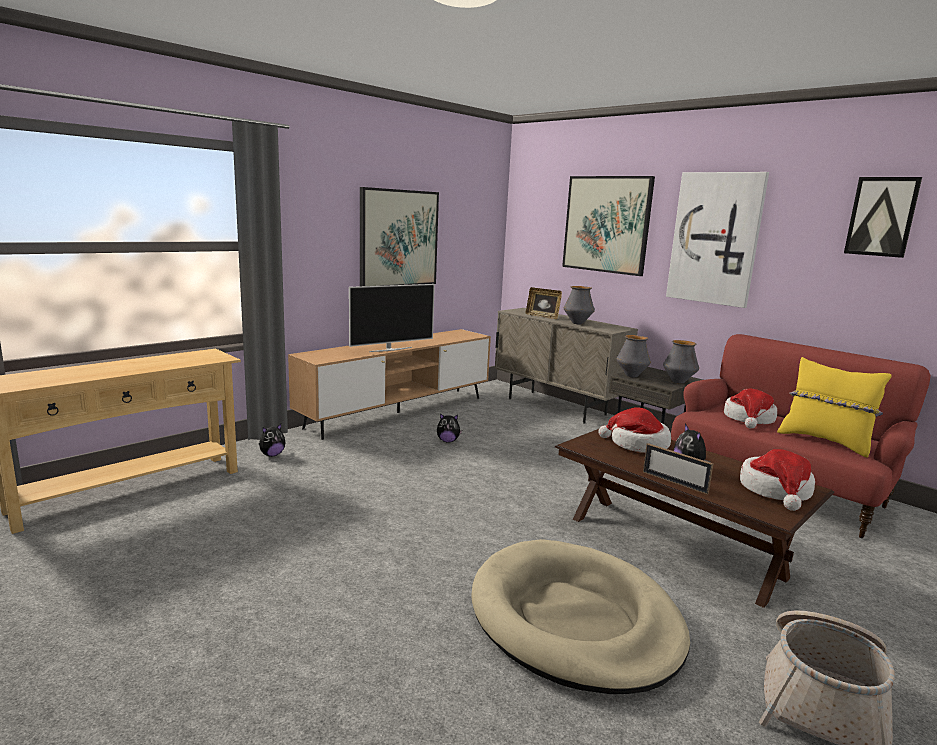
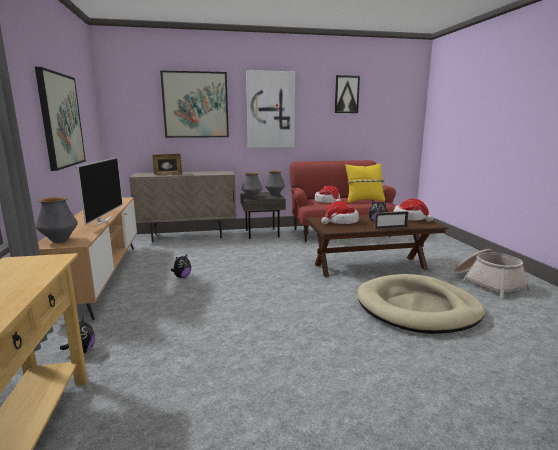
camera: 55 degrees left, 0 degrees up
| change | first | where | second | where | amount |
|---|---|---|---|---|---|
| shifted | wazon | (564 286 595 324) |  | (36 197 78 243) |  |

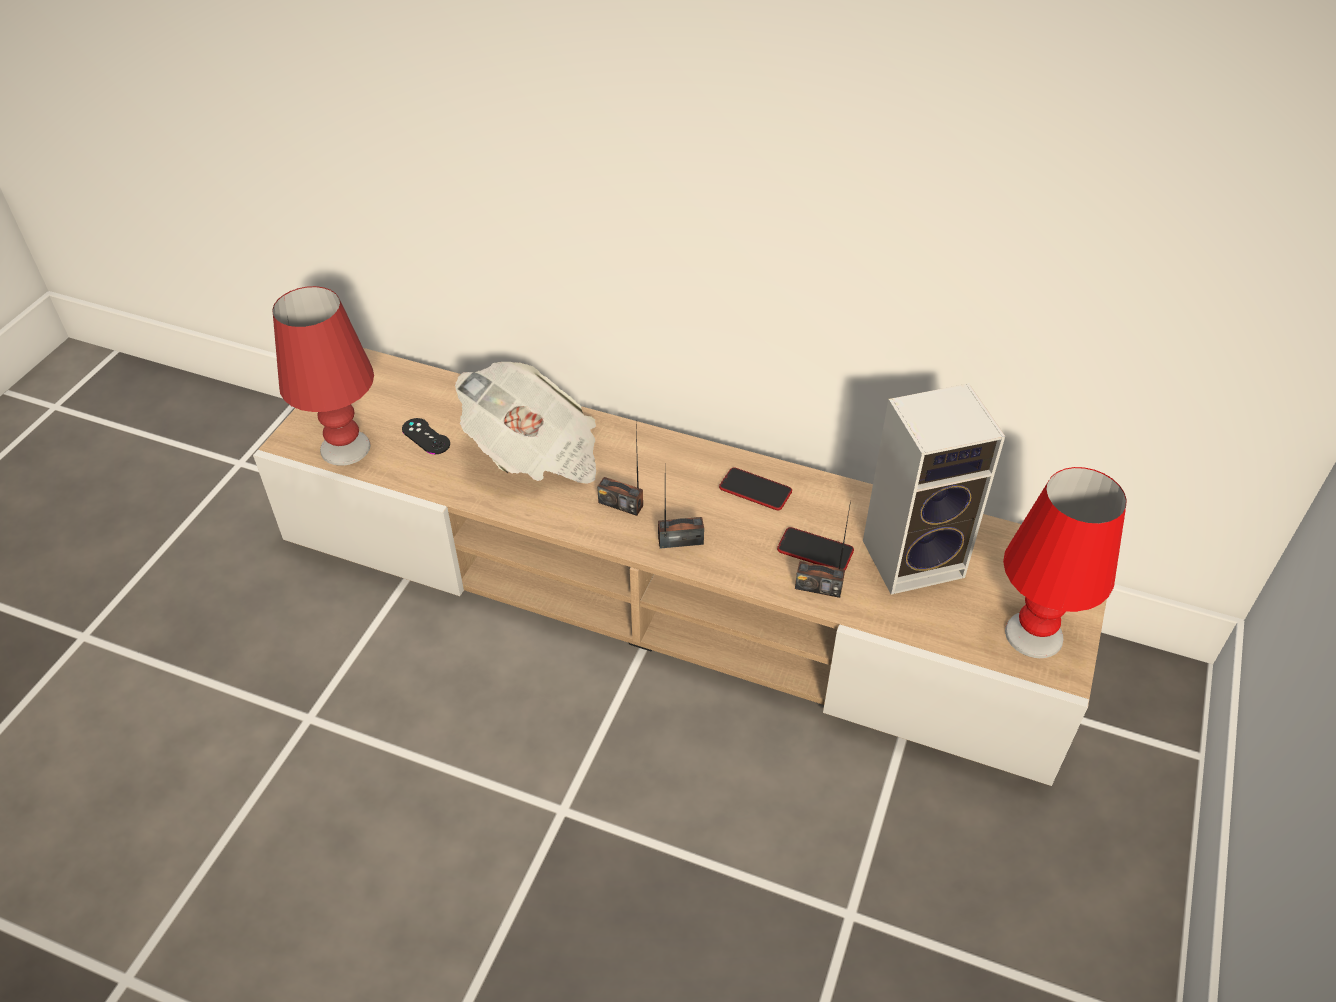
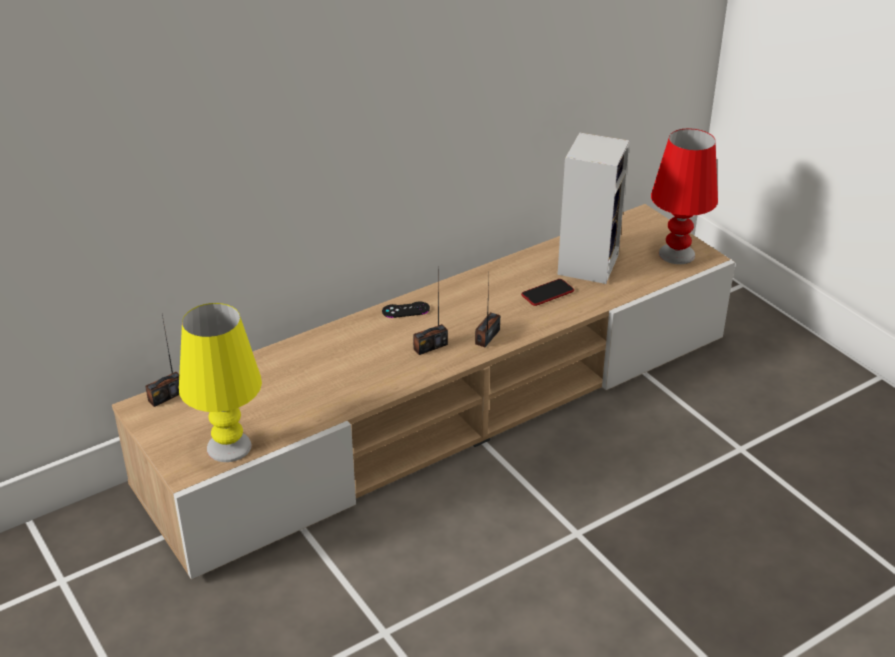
camera: 55 degrees left, 10 degrees down
| change | first | where | second | where | amount |
|---|---|---|---|---|---|
| repainted | lampa stołowa (czerwony) | (272 286 374 466) | lampa stołowa (żółty) | (179 303 262 462) |  |
| gone | gazeta | (455 362 596 484) |  |  |  |
| shifted | pad do gier (czarny) | (402 418 450 454) |  | (382 302 430 318) |  |
| gone | telefon | (719 467 792 510) |  |  |  |
| shifted | radio | (795 501 851 598) |  | (145 315 179 407) |  |

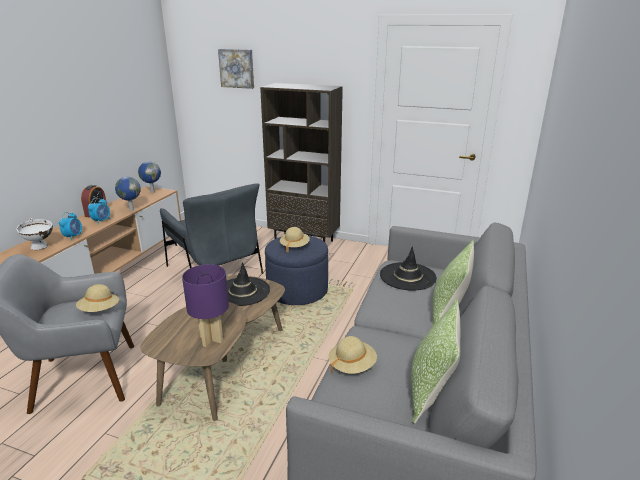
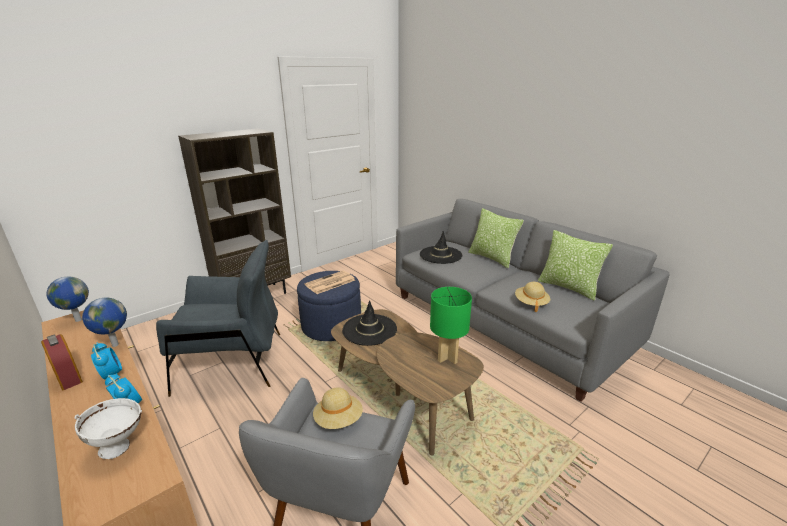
camera: 60 degrees left, 0 degrees up
| change | first | where | second | where | amount |
|---|---|---|---|---|---|
| gone | obraz | (218 49 254 89) |  |  |  |
| swapped | kapelusz (beżowy) | (280 227 310 253) | gazeta | (305 271 355 294) |  |
| repainted | lampa stołowa (fioletowy) | (182 264 229 347) | lampa stołowa (zielony) | (430 287 472 364) |  |

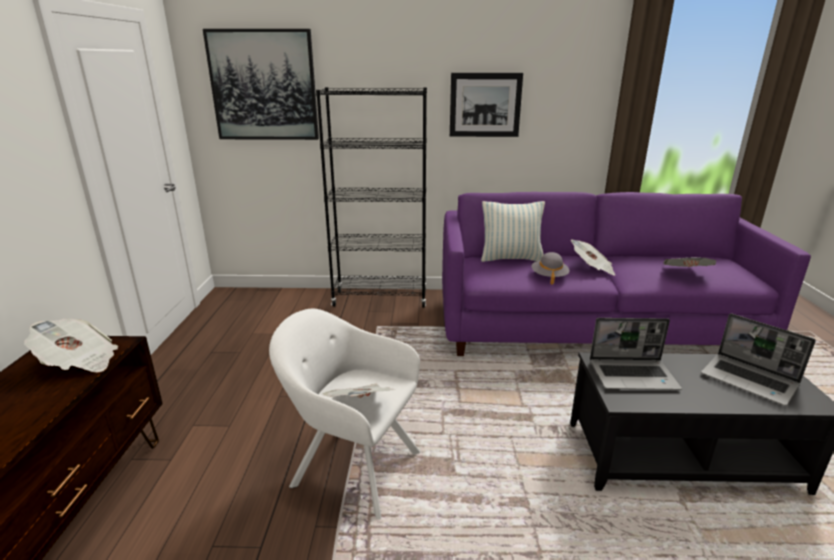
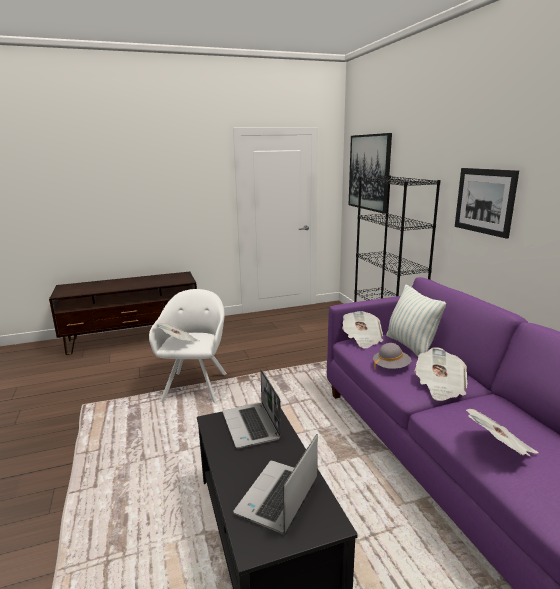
camera: 70 degrees right, 5 degrees down
| change | first | where | second | where | amount |
|---|---|---|---|---|---|
| shifted | gazeta | (24 319 118 372) |  | (342 311 383 349) |  |

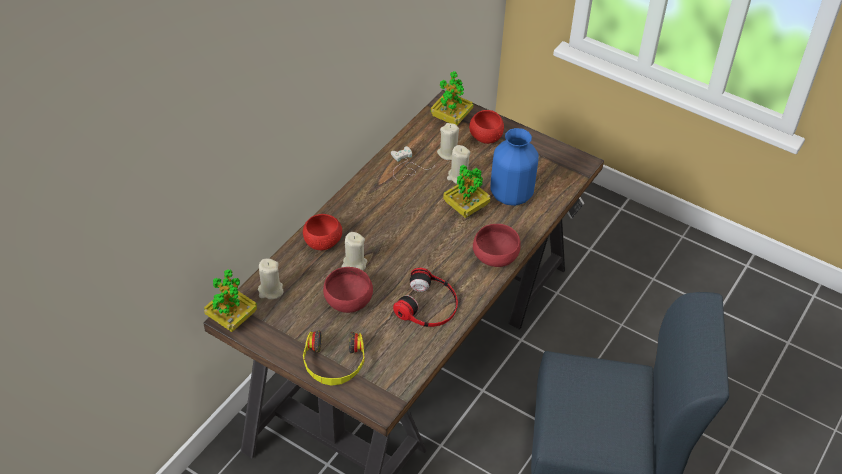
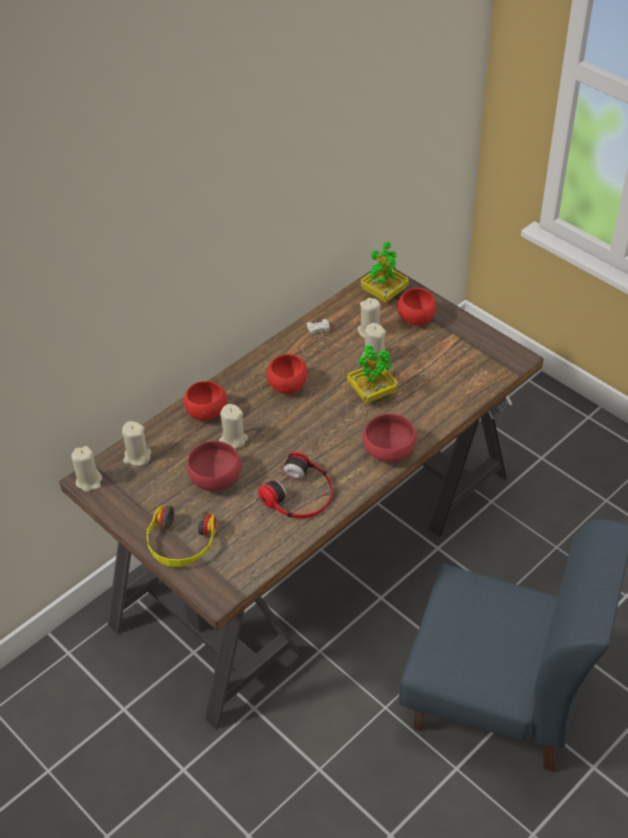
camera: 15 degrees right, 0 degrees up
| change | first | where | second | where | amount |
|---|---|---|---|---|---|
| gone | wazon (niebieski) | (490 128 539 206) |  |  |  |
| swapped | roślina doniczkowa | (204 270 257 332) | świeca (beżowy) | (71 446 102 492) |  |
| new |  |  | miska (czerwony) | (267 354 307 394) |  |

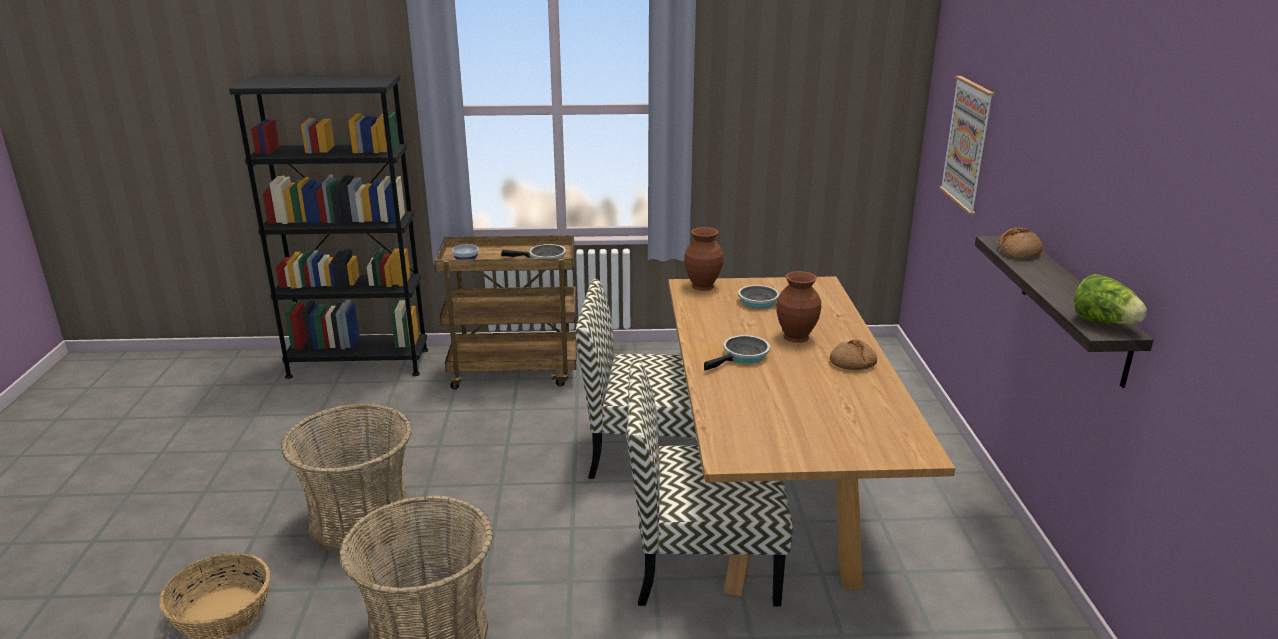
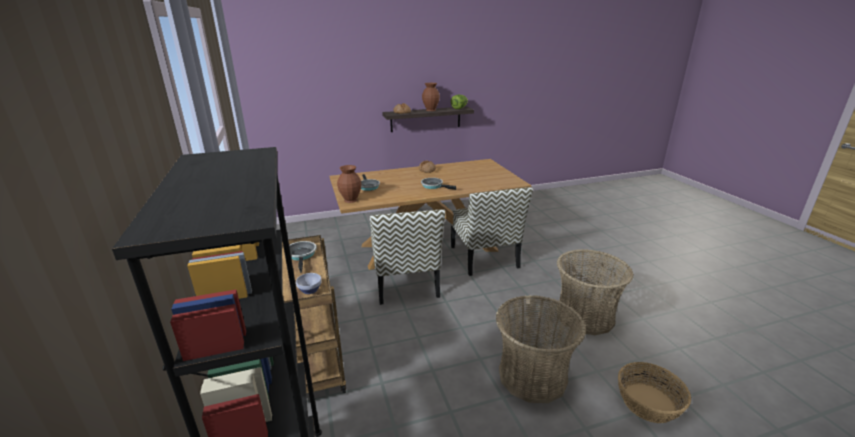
camera: 105 degrees left, 0 degrees up
| change | first | where | second | where | amount |
|---|---|---|---|---|---|
| gone | obraz | (939 76 995 215) |  |  |  |
| shifted | wazon (brązowy) | (776 271 821 343) |  | (422 83 440 111) |  |

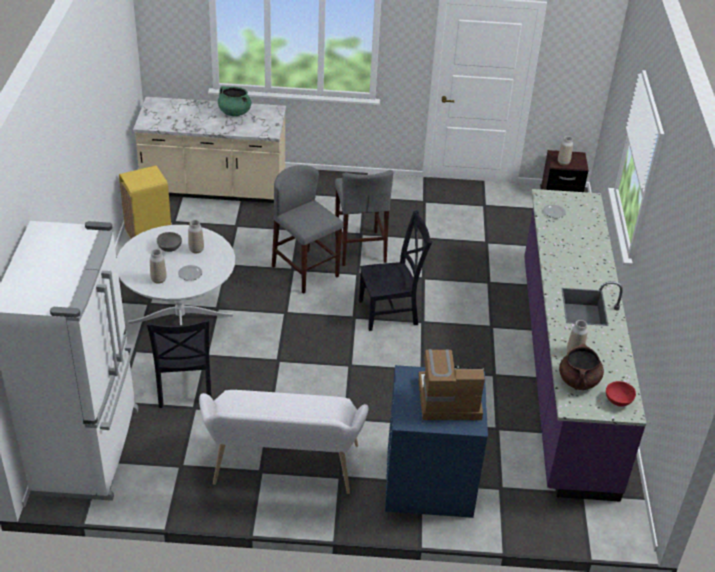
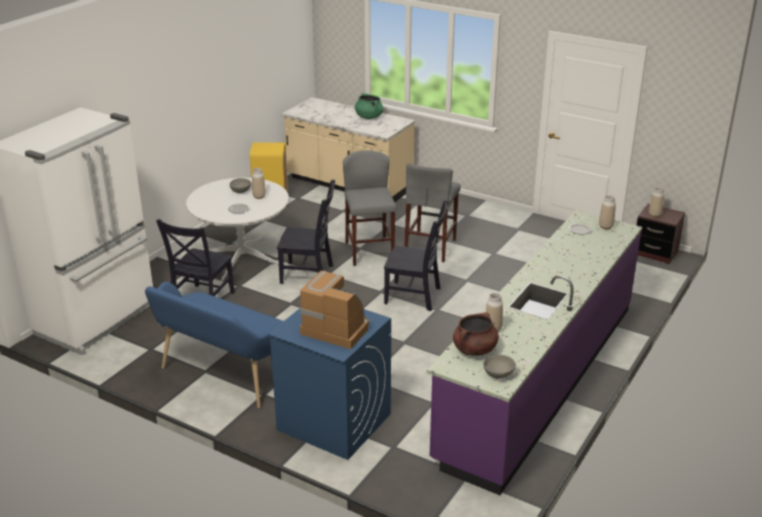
camera: 30 degrees right, 10 degrees down
| change | first | where | second | where | amount |
|---|---|---|---|---|---|
| shifted | wazon | (150 249 167 284) |  | (599 195 616 229) |  |
| repainted | miska (czerwony) | (606 381 636 407) | miska (szary) | (483 355 516 379) |  |
| repainted | ławka (biały) | (199 390 369 494) | ławka (niebieski) | (145 281 283 408) |  |
| new |  |  | krzesło (czarny) | (277 180 335 284) |  |

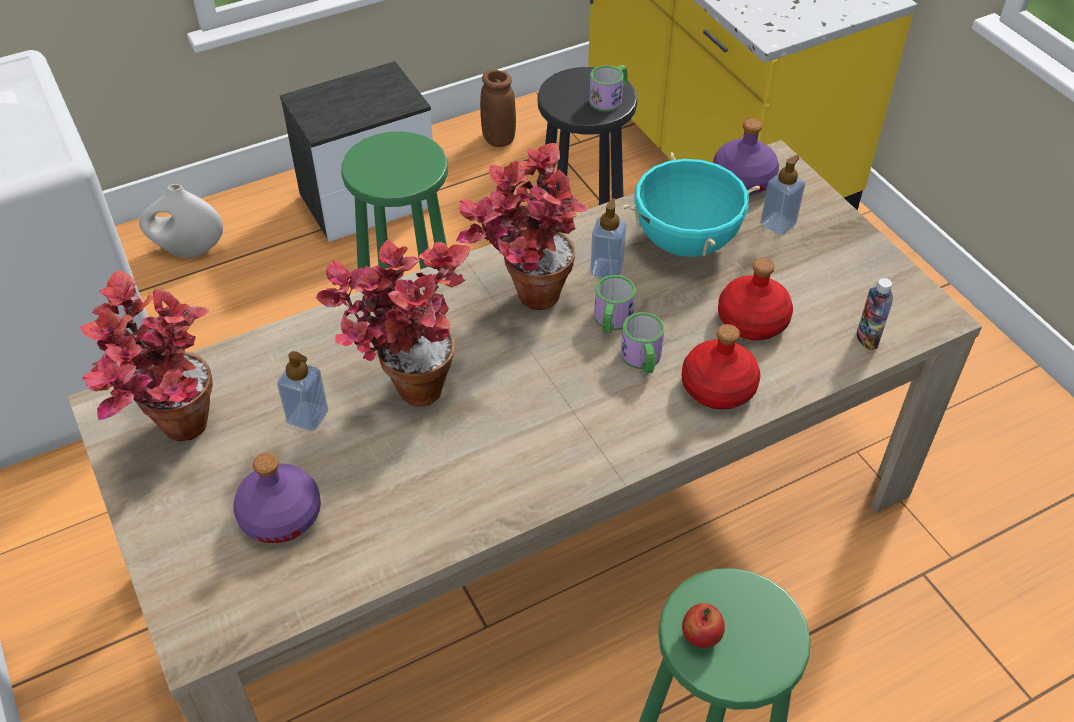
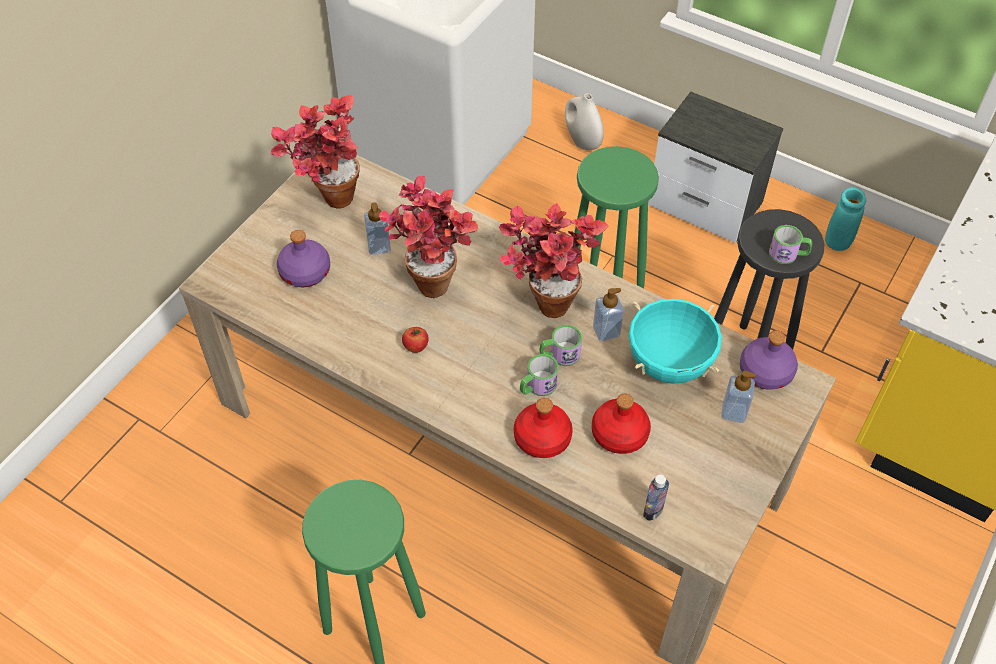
camera: 60 degrees right, 5 degrees up
| change | first | where | second | where | amount |
|---|---|---|---|---|---|
| repainted | wazon (brązowy) | (480 70 516 147) | wazon (turkusowy) | (825 187 866 251) |  |
| shifted | jabłko | (682 603 725 648) |  | (402 327 429 353) |  |

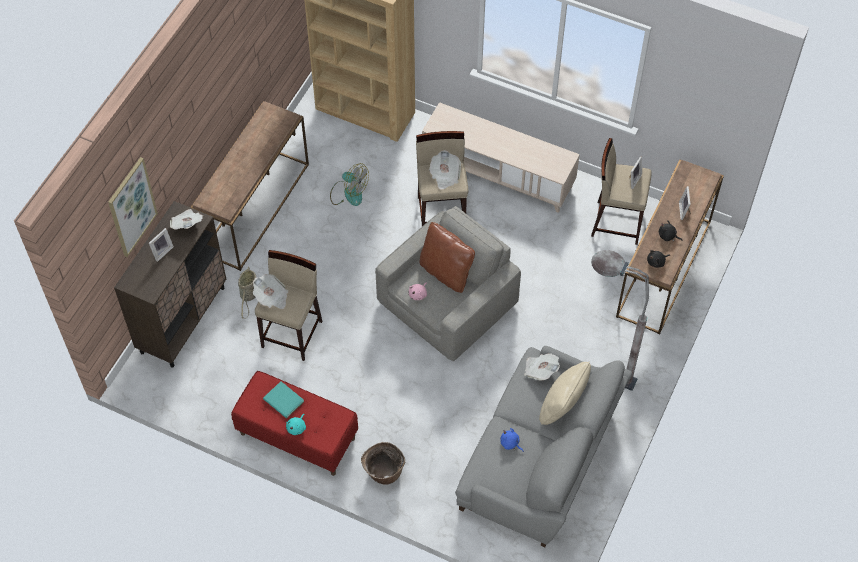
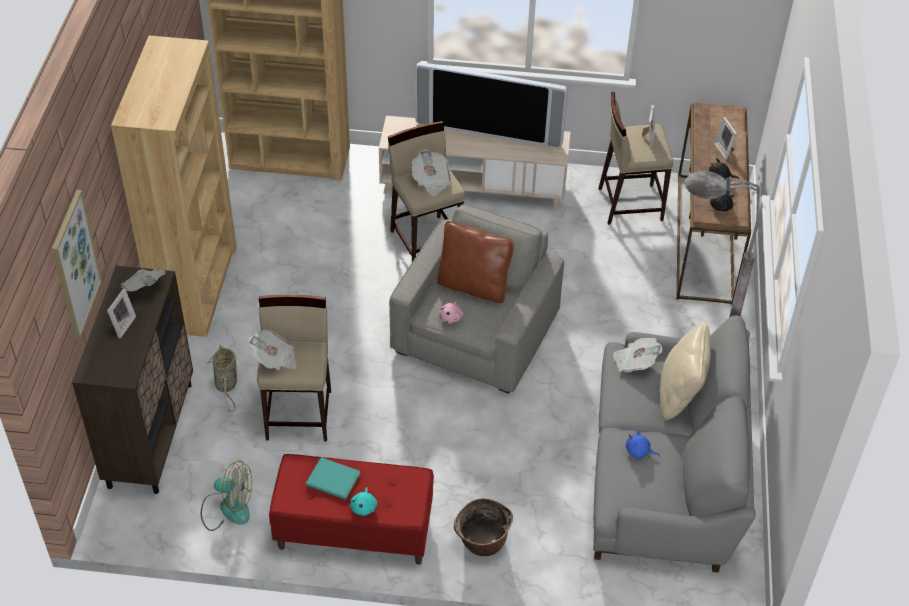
camera: 20 degrees left, 10 degrees down
| change | first | where | second | where | amount |
|---|---|---|---|---|---|
| swapped | stolik konsolowy (brązowy) | (190 101 309 271) | regał (brązowy) | (111 35 237 337) |  |
| shifted | wentylator | (330 163 369 206) |  | (201 461 252 531) |  |
| new |  |  | telewizor | (415 62 568 148) |  |

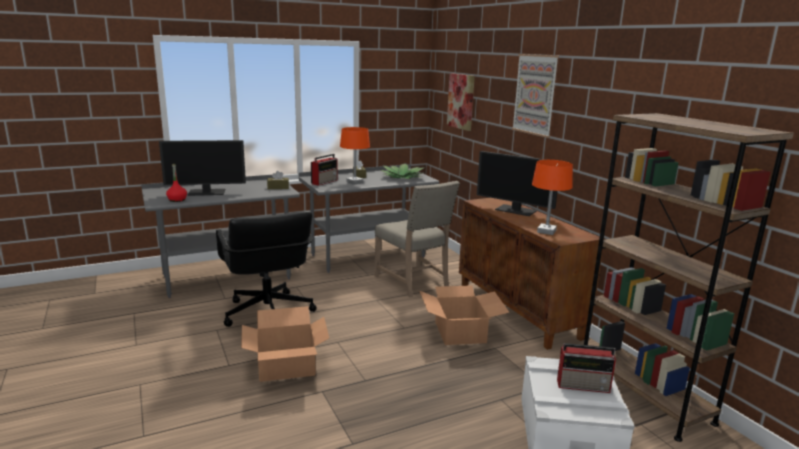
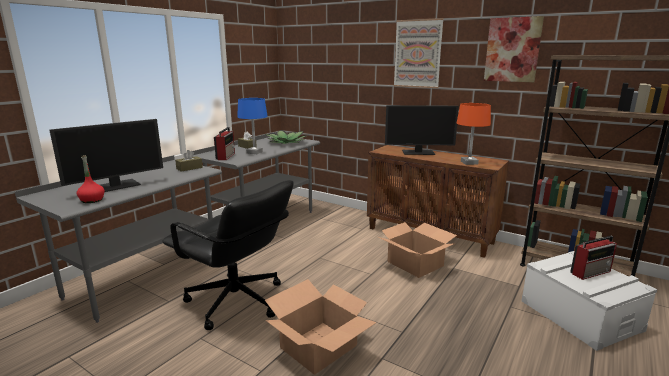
camera: 30 degrees left, 0 degrees up
| change | first | where | second | where | amount |
|---|---|---|---|---|---|
| shifted | obraz | (447 73 475 131) |  | (484 16 544 82) |  |
| repainted | lampa stołowa (pomarańczowy) | (340 127 370 185) | lampa stołowa (niebieski) | (237 98 268 154) |  |
| gone | krzesło (beżowy) | (374 181 460 297) |  |  |  |

